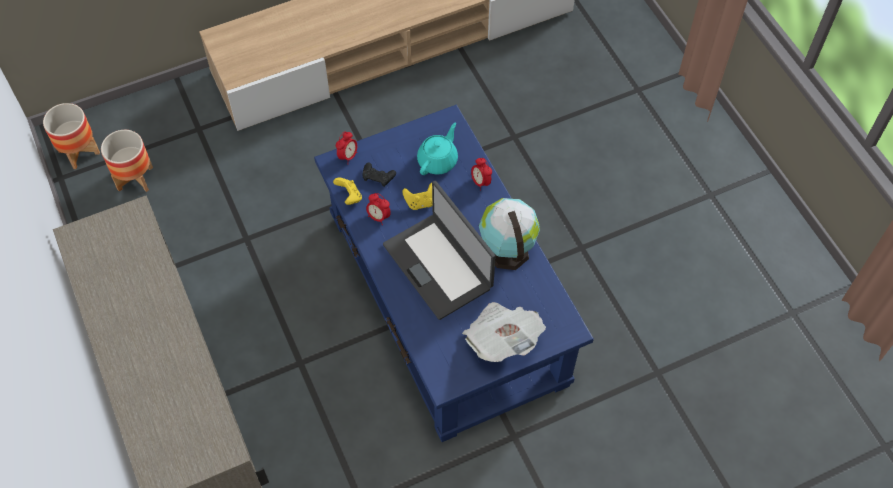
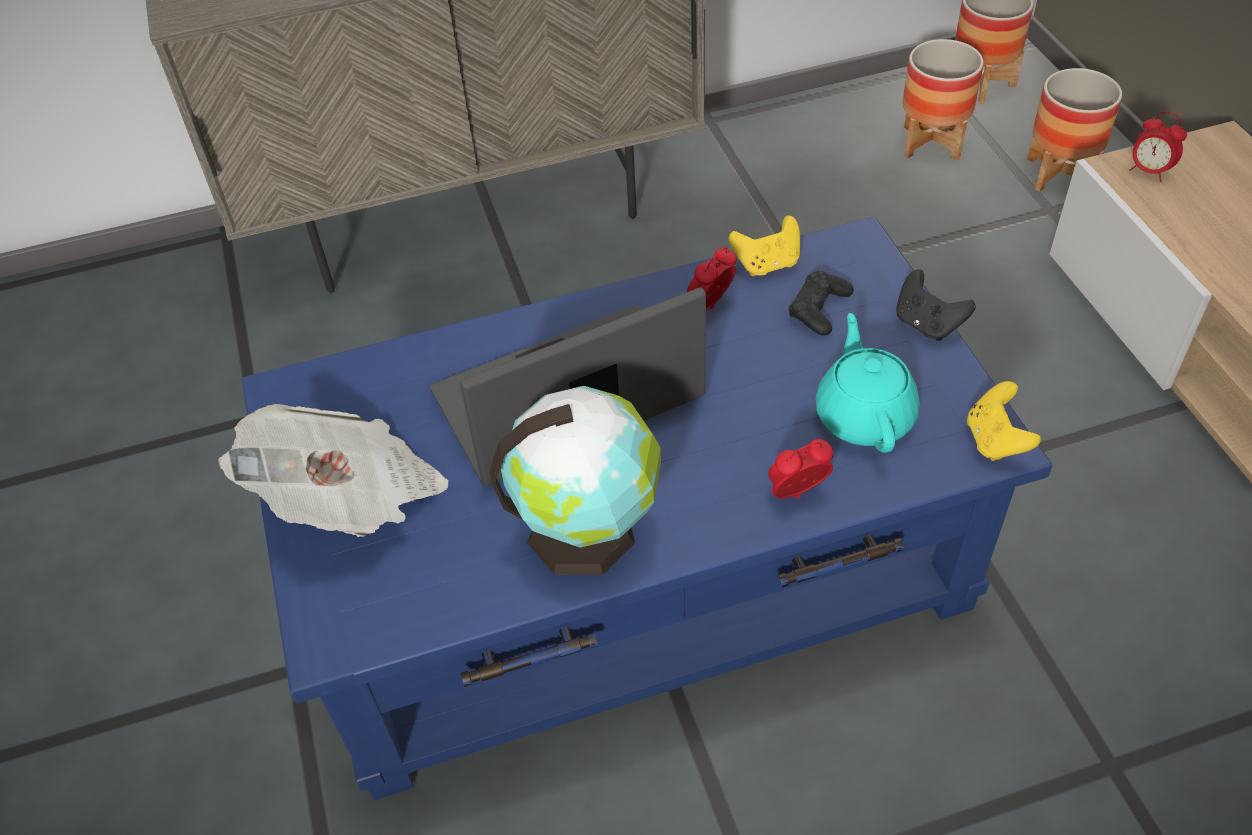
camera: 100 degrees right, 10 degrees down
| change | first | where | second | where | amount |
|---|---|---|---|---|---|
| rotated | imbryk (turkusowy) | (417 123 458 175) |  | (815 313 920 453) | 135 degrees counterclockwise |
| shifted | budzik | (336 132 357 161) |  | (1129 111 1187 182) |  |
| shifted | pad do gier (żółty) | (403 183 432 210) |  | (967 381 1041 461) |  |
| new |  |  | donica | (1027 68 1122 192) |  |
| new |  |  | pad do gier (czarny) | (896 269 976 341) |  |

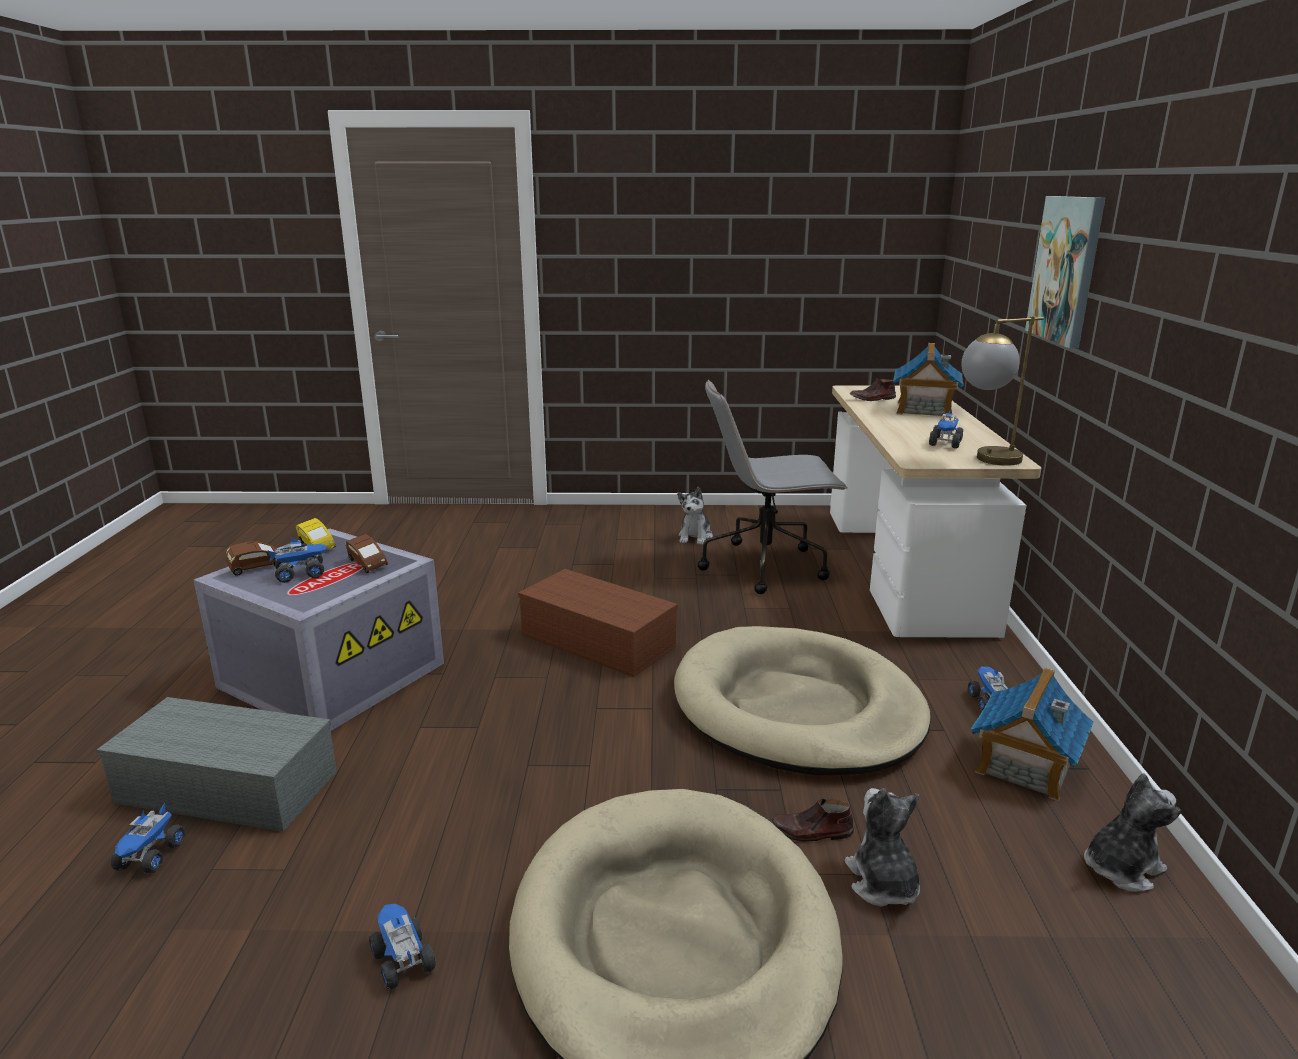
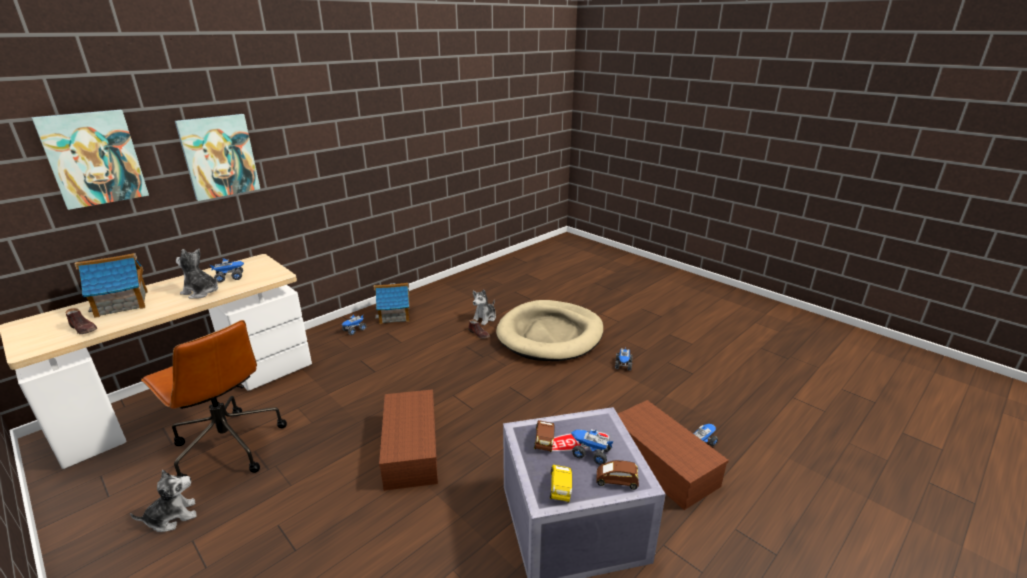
camera: 135 degrees left, 5 degrees up
| change | first | where | second | where | amount |
|---|---|---|---|---|---|
| gone | lampa stołowa | (961 316 1044 466) |  |  |  |
| repainted | krzesło biurowe (szary) | (698 380 848 594) | krzesło biurowe (brązowy) | (141 320 287 477) |  |
| gone | legowisko (beżowy) | (674 626 931 775) |  |  |  |
| repainted | pojemnik do przechowywania (szary) | (97 697 337 832) | pojemnik do przechowywania (brązowy) | (618 400 729 510) |  |
| shifted | pluszak | (1084 773 1181 892) |  | (176 249 218 299) |  |
| new |  |  | obraz | (32 110 149 210) |  |

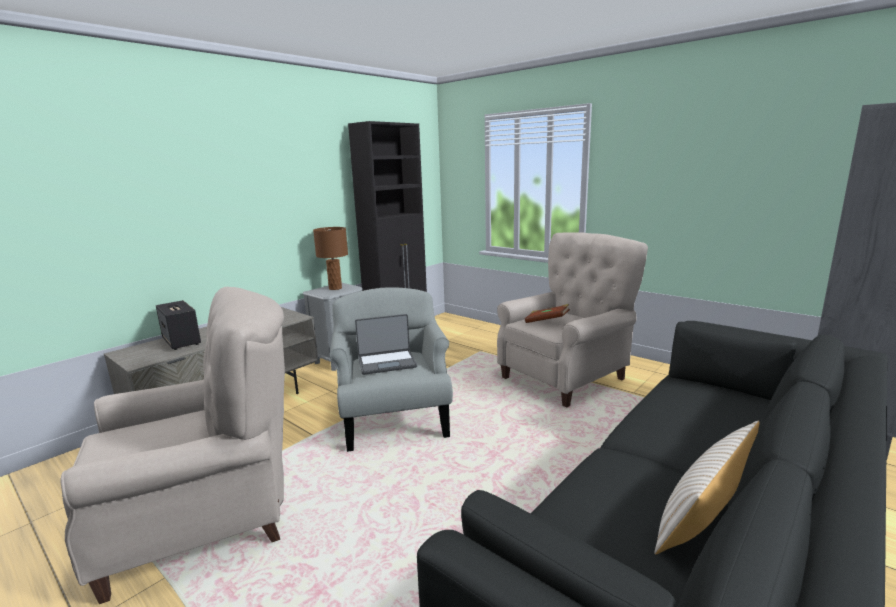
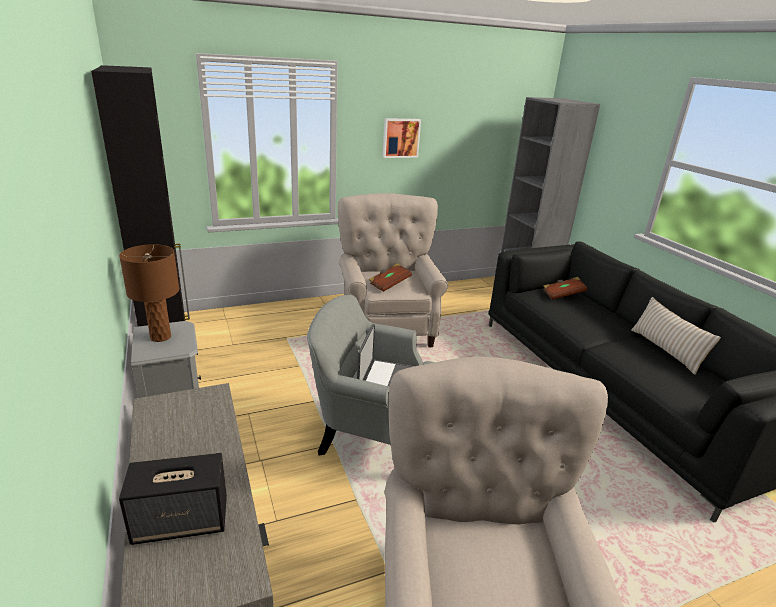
camera: 65 degrees left, 10 degrees up
| change | first | where | second | where | amount |
|---|---|---|---|---|---|
| new |  |  | obraz | (383 118 421 158) |  |
| new |  |  | książka (brązowy) | (543 277 588 300) |  |

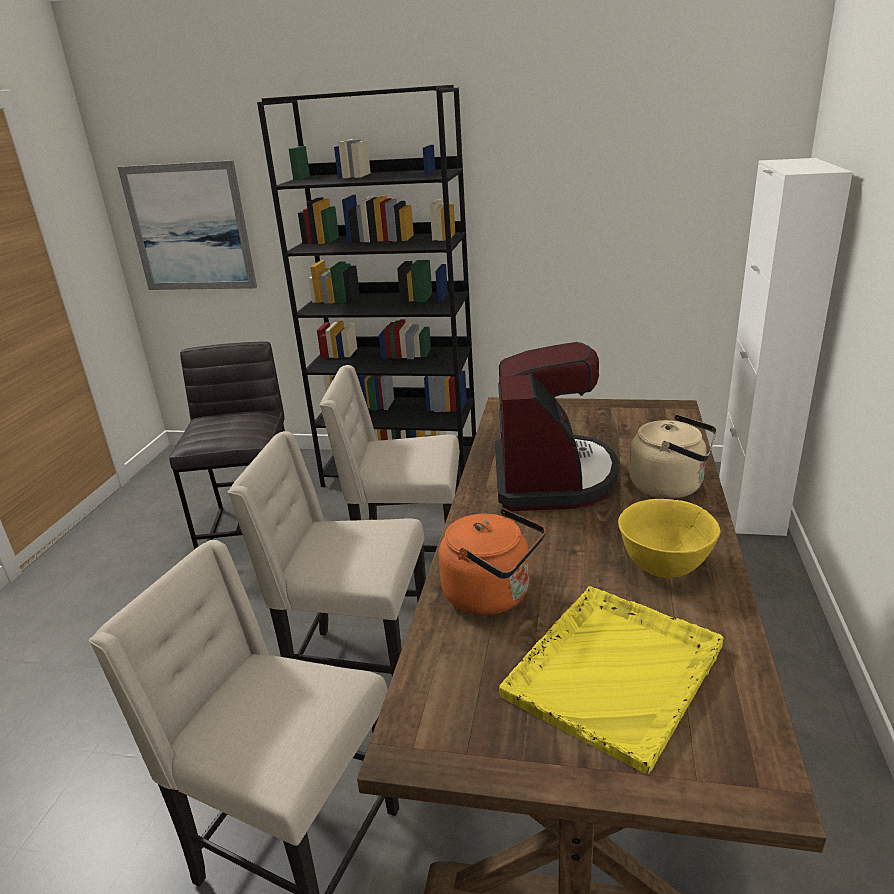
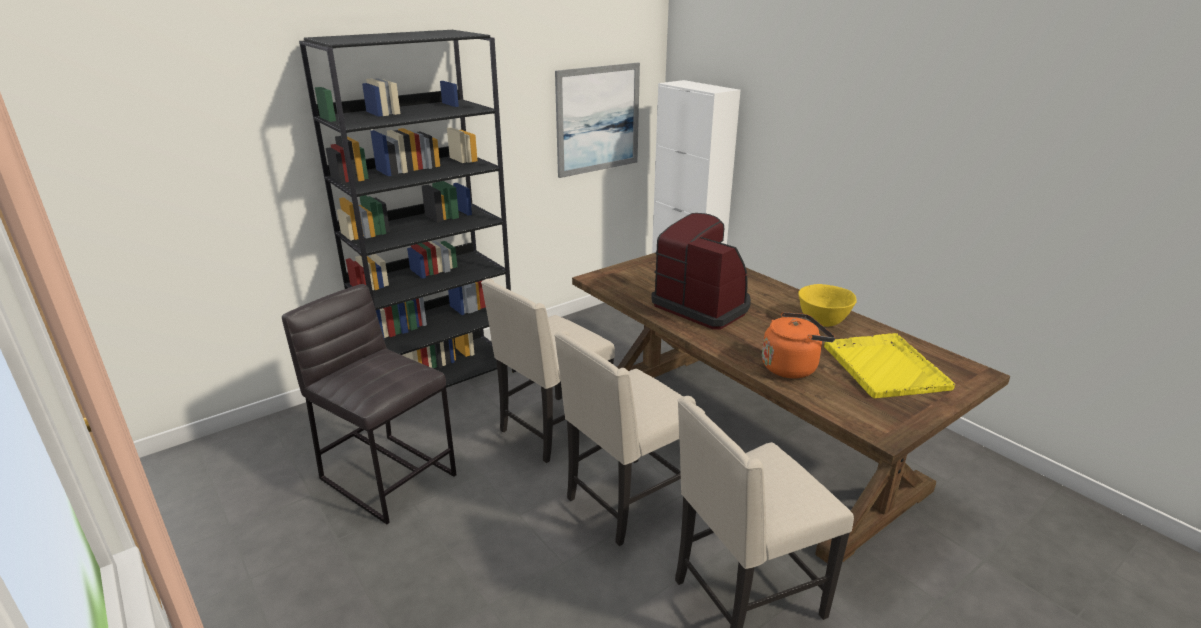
camera: 50 degrees left, 0 degrees up
| change | first | where | second | where | amount |
|---|---|---|---|---|---|
| shifted | obraz | (118 160 257 290) |  | (555 63 640 178) |  |
| gone | czajnik (beżowy) | (629 415 717 499) |  |  |  |

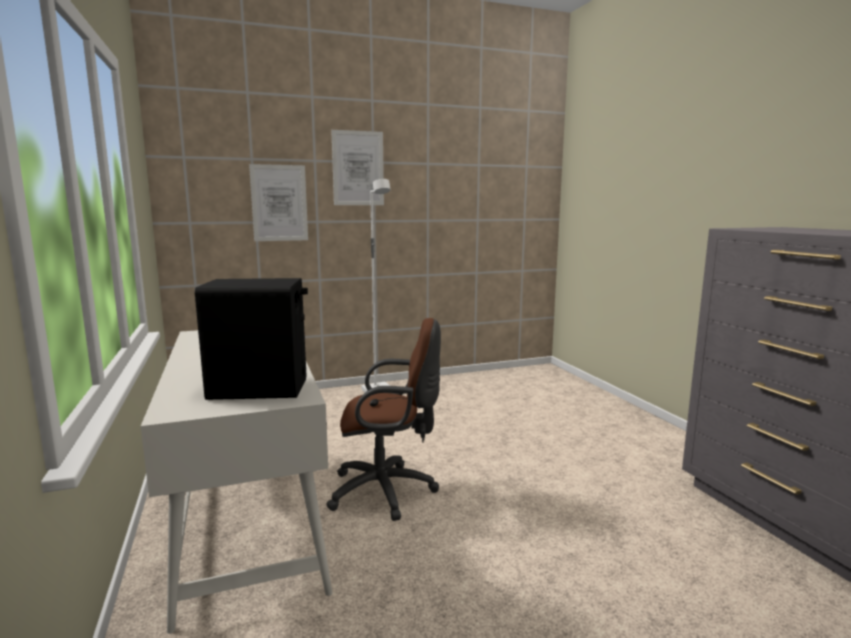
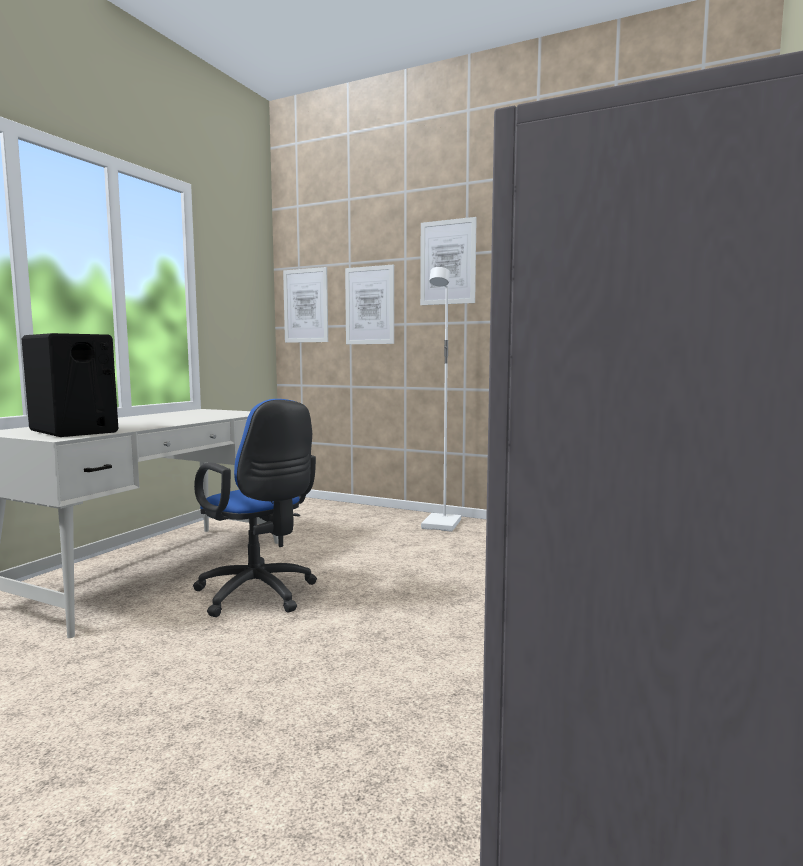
camera: 45 degrees right, 5 degrees down
| change | first | where | second | where | amount |
|---|---|---|---|---|---|
| repainted | krzesło biurowe (brązowy) | (326 318 441 521) | krzesło biurowe (niebieski) | (193 399 317 617) |  |
| new |  |  | obraz | (283 267 328 343) |  |

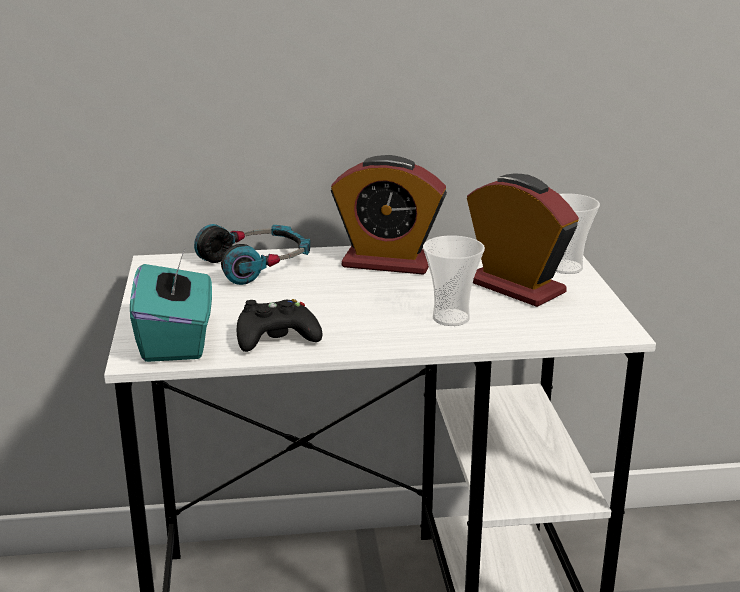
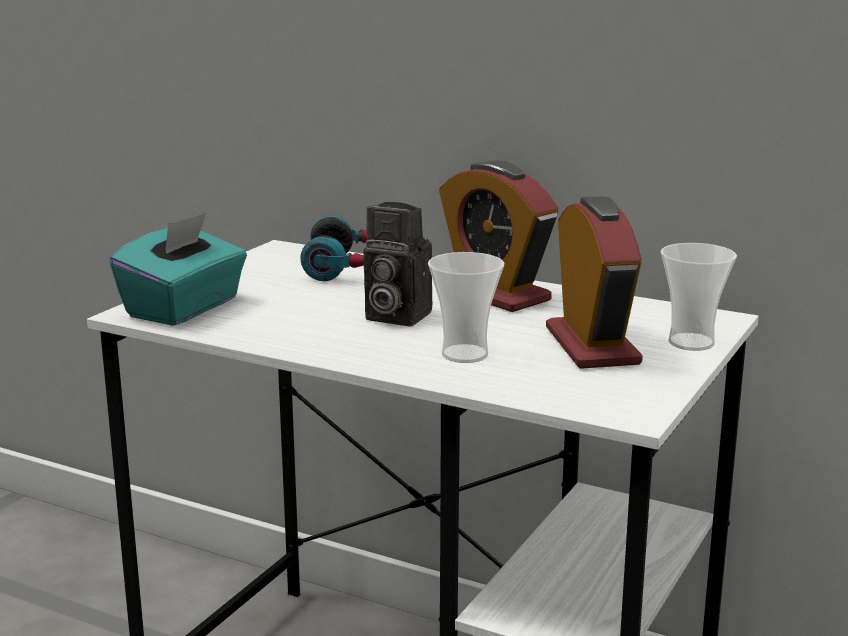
camera: 35 degrees right, 5 degrees down
| change | first | where | second | where | amount |
|---|---|---|---|---|---|
| gone | pad do gier (czarny) | (237 299 323 352) |  |  |  |
| new |  |  | aparat fotograficzny | (363 202 432 327) |  |

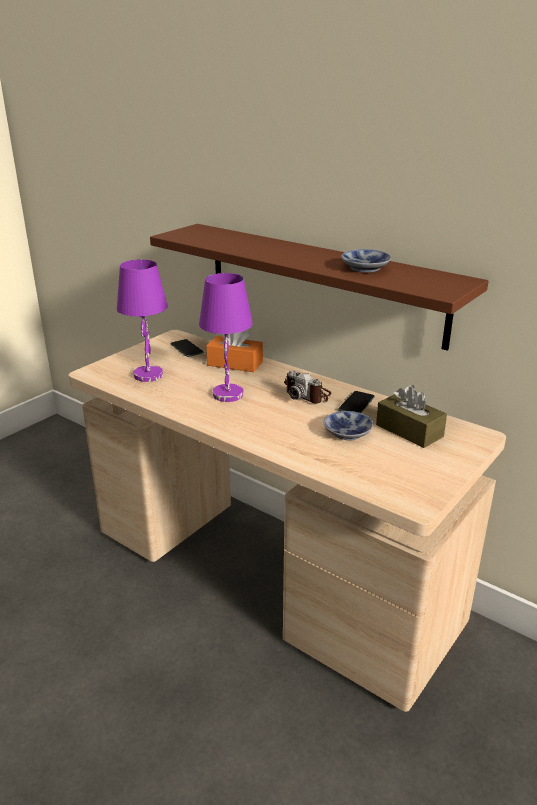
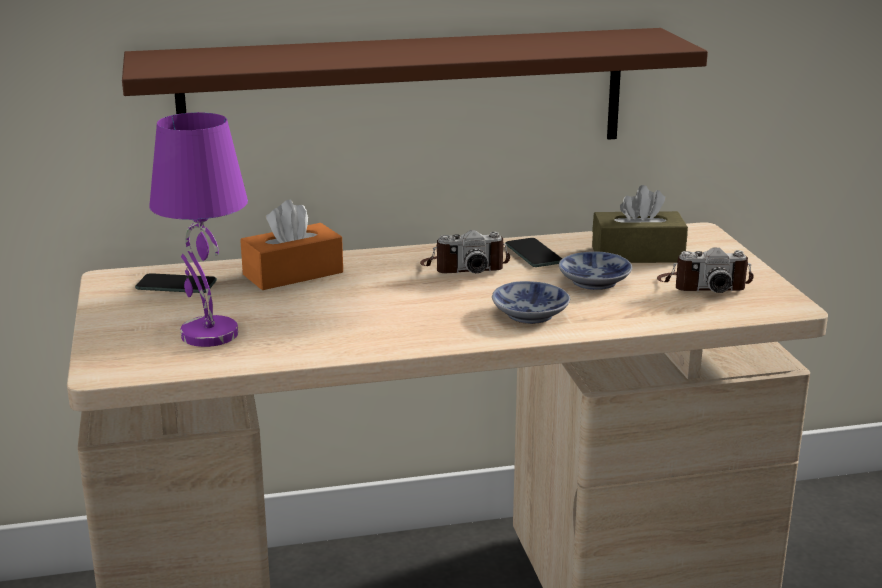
camera: 50 degrees left, 5 degrees down
| change | first | where | second | where | amount |
|---|---|---|---|---|---|
| shifted | miska | (341 249 391 273) |  | (492 281 570 324) |  |
| gone | lampa stołowa (fioletowy) | (199 273 253 402) |  |  |  |
| new |  |  | aparat fotograficzny | (657 248 754 293) |  |

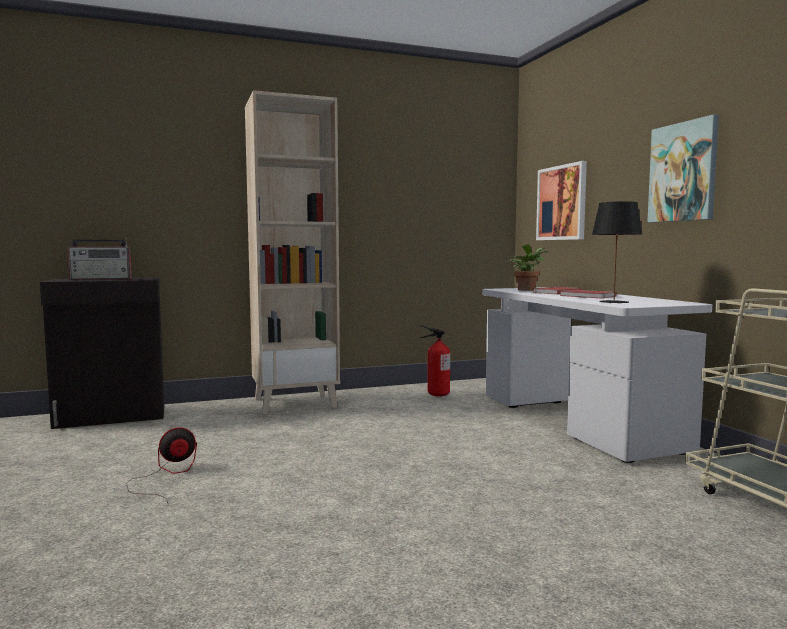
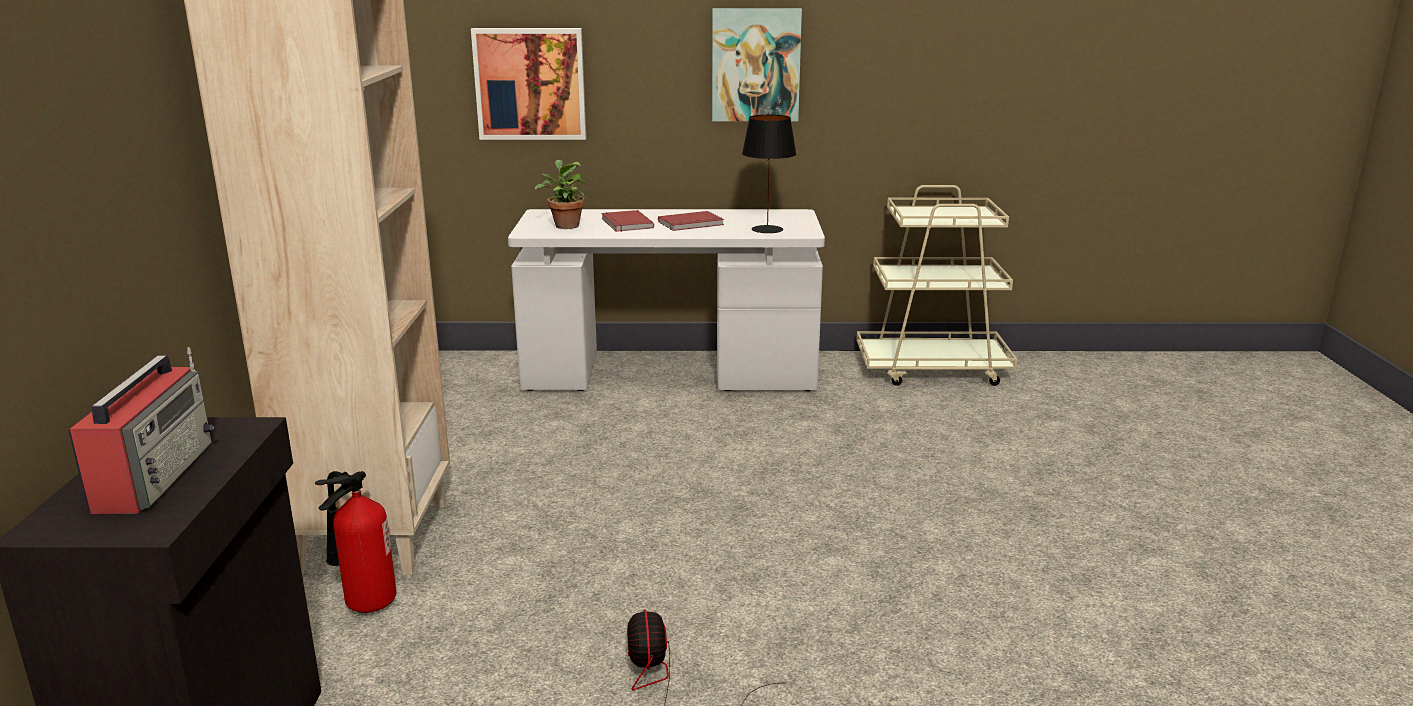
camera: 70 degrees left, 15 degrees up
| change | first | where | second | where | amount |
|---|---|---|---|---|---|
| shifted | gaśnica | (420 325 450 397) |  | (315 471 397 613) |  |

